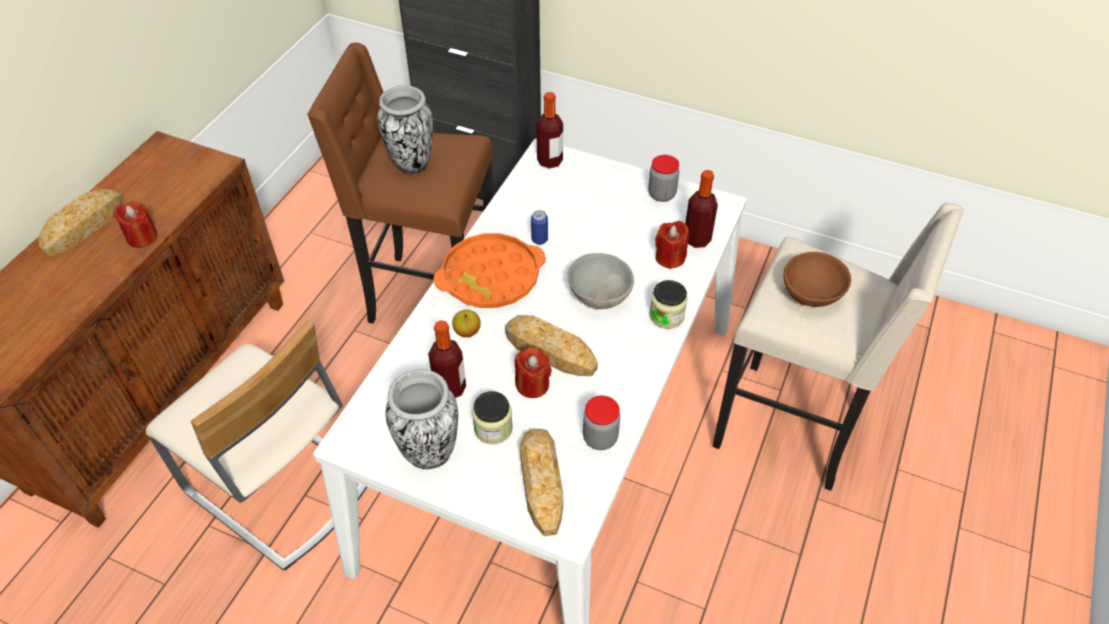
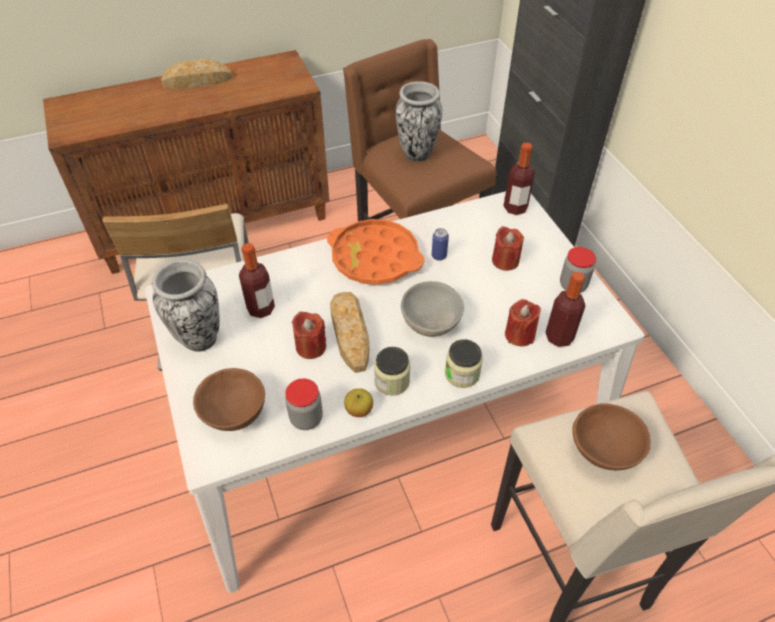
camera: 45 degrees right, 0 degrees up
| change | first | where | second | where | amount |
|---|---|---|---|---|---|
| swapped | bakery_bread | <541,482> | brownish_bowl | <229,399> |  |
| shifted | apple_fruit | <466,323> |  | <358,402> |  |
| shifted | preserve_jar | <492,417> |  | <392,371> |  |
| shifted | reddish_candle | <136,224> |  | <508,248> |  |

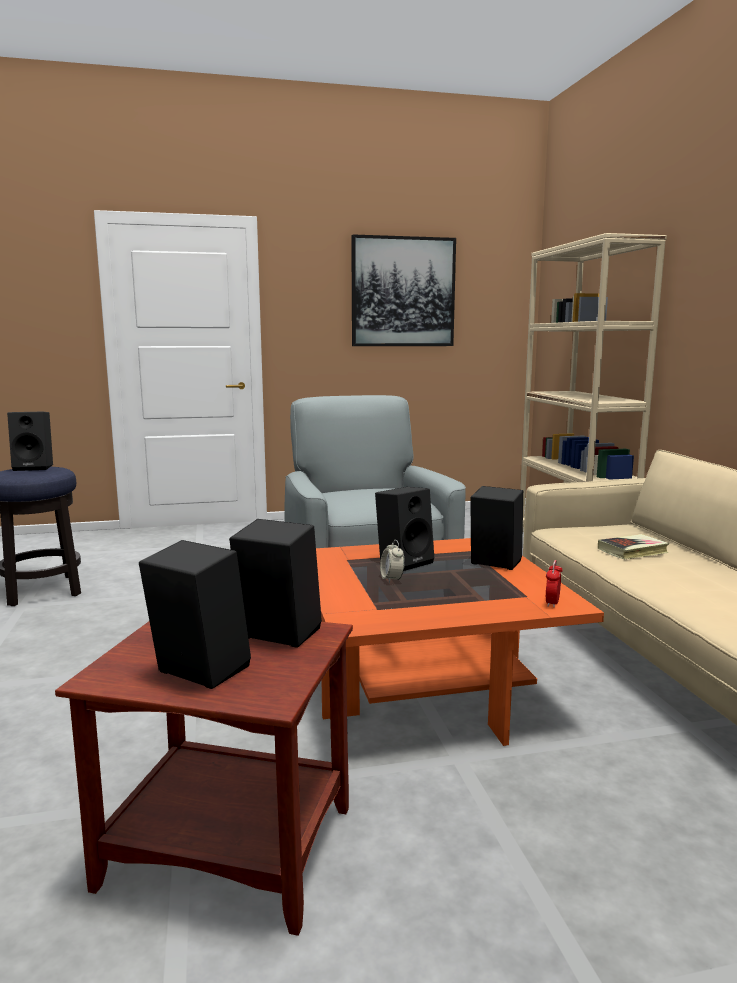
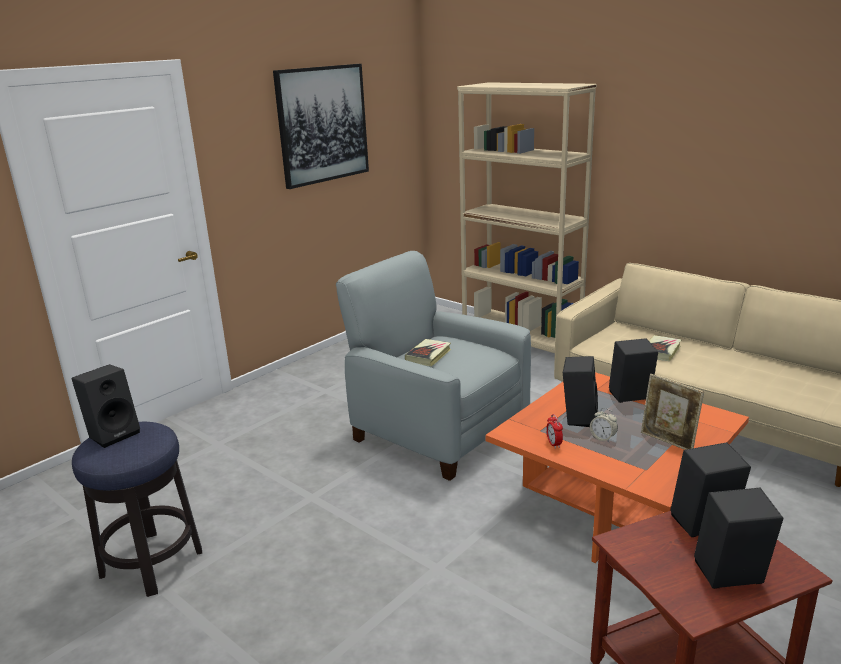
camera: 35 degrees left, 10 degrees up
| change | first | where | second | where | amount |
|---|---|---|---|---|---|
| new |  |  | bound_book | <428,353> |  |
| shifted | alarm_clock | <554,584> |  | <554,431> |  |
| new |  |  | picture_frame | <672,412> |  |

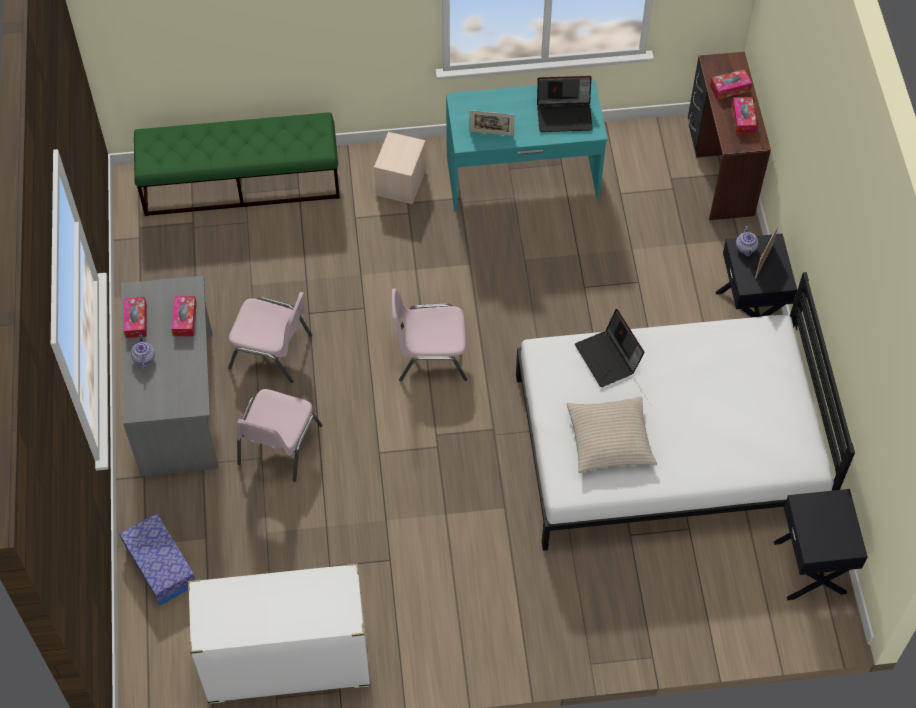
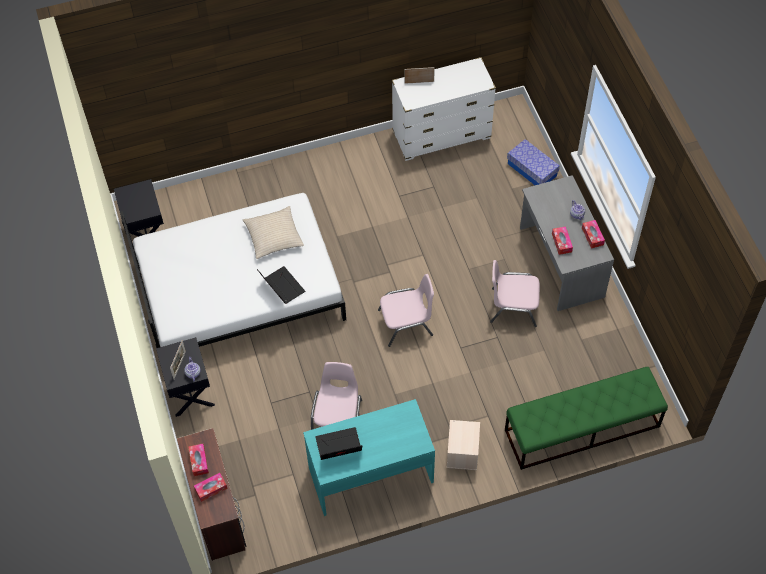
camera: 170 degrees right, 0 degrees up
| change | first | where | second | where | amount |
|---|---|---|---|---|---|
| shifted | pink_chair | <280,435> |  | <336,396> |  |
| shifted | picture_frame | <492,123> |  | <419,75> |  |

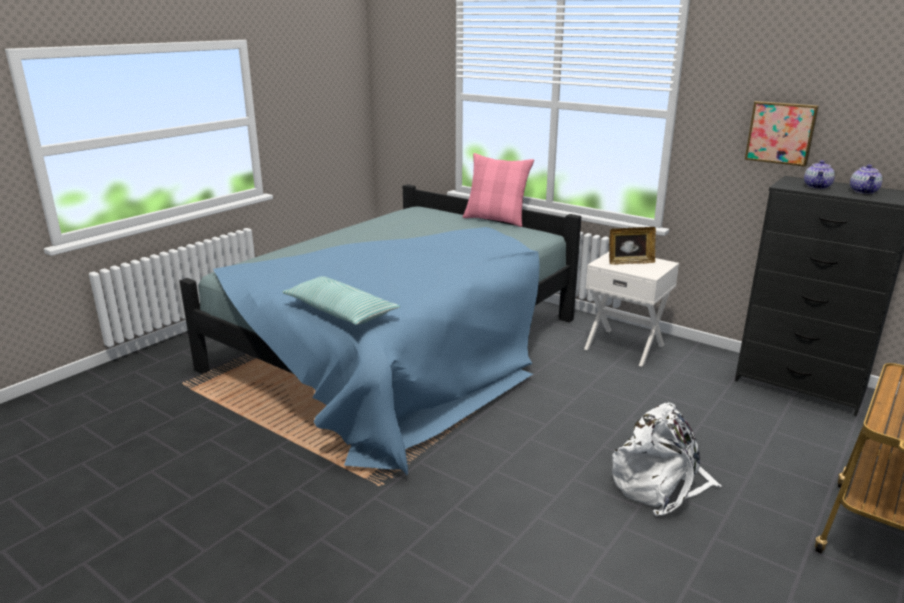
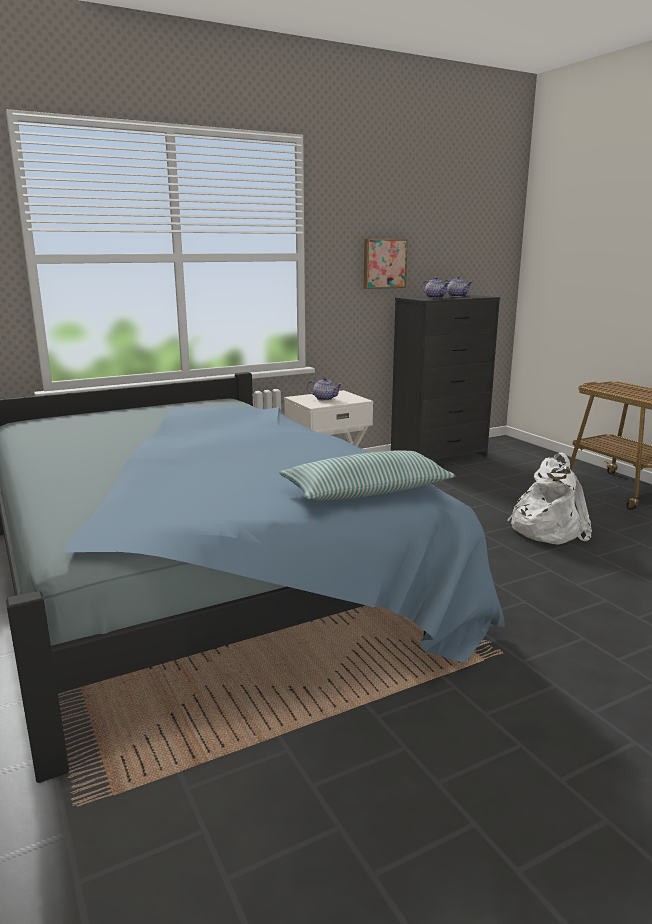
camera: 65 degrees left, 5 degrees down
| change | first | where | second | where | amount |
|---|---|---|---|---|---|
| swapped | picture_frame | <632,246> | tea_pot | <324,389> |  |
| gone | pink_throw_pillow | <498,190> |  |  |  |

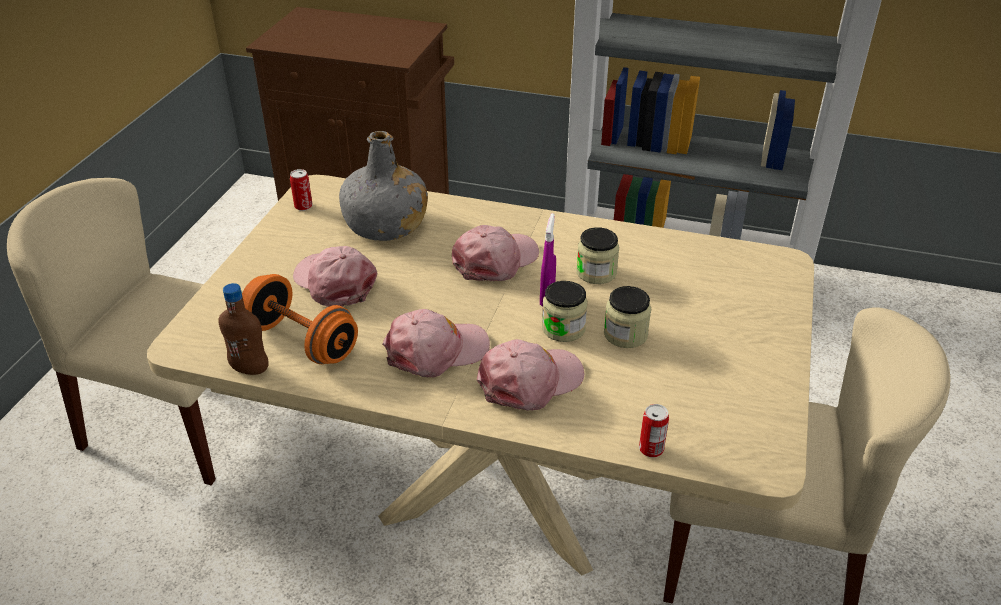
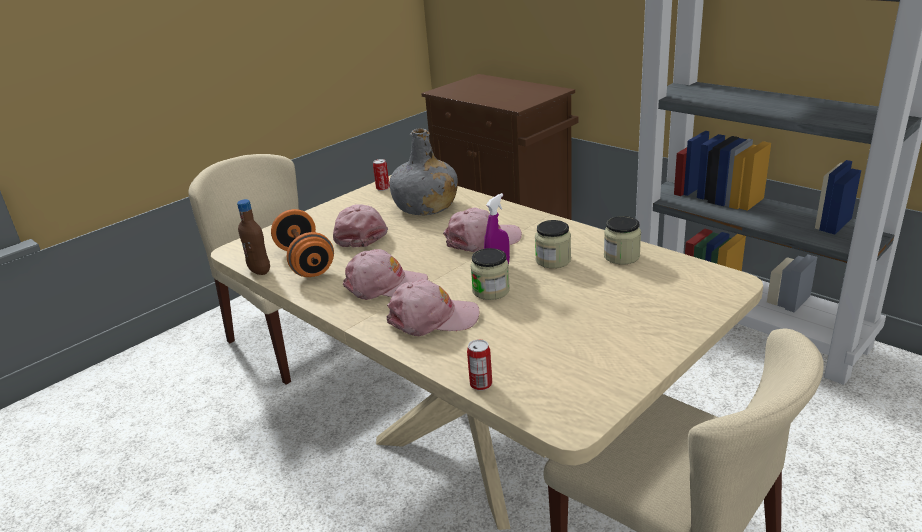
camera: 30 degrees right, 10 degrees down
| change | first | where | second | where | amount |
|---|---|---|---|---|---|
| shifted | preserve_jar | <627,317> |  | <622,240> |  |

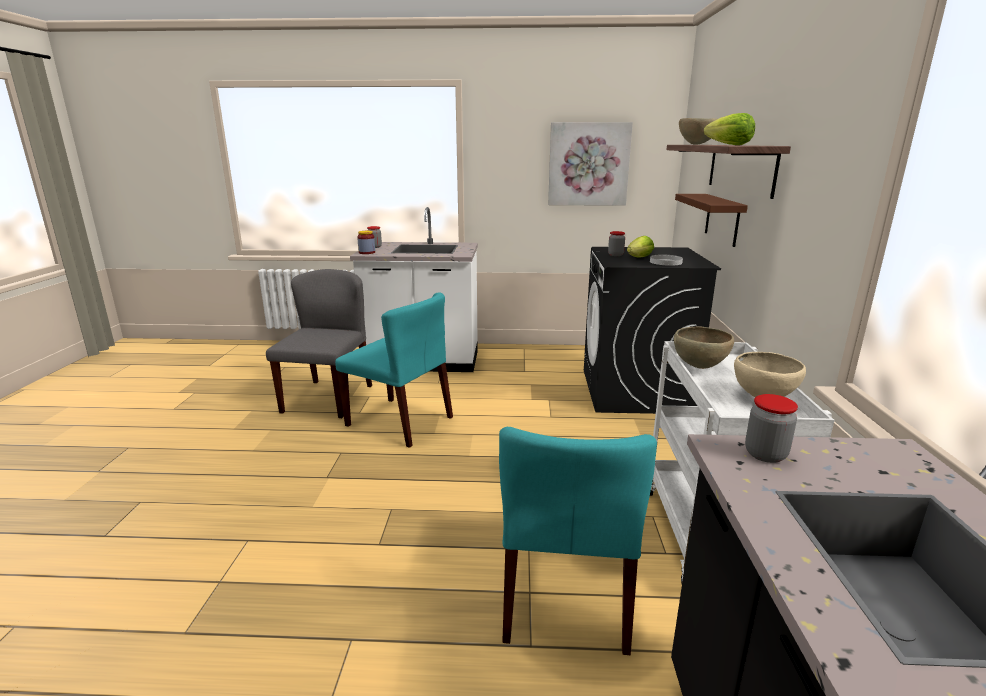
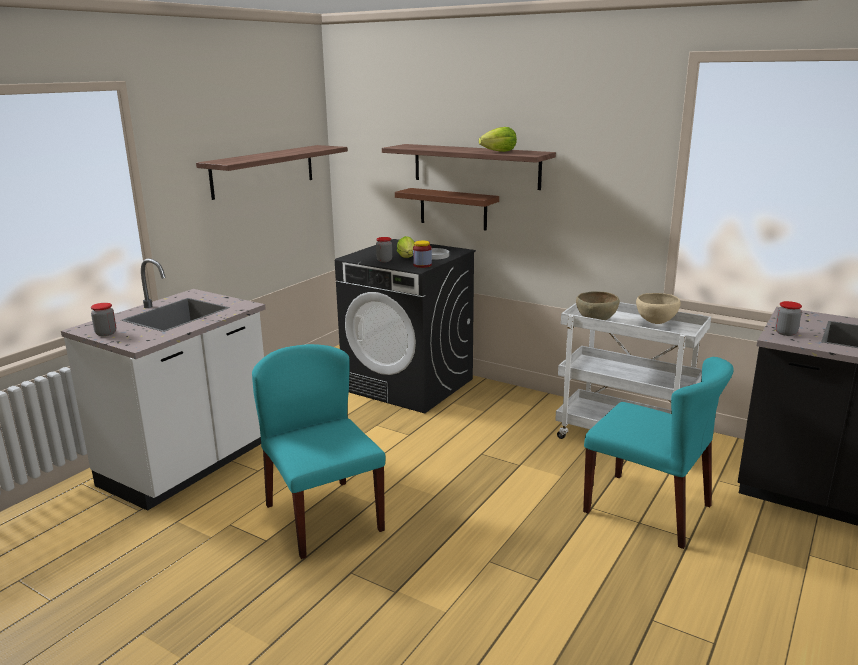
camera: 60 degrees left, 0 degrees up
| change | first | where | second | where | amount |
|---|---|---|---|---|---|
| swapped | wall_picture | <590,164> | bracket_shelf | <272,172> |  |
| rotated | turquoise_chair | <394,370> |  | <319,451> | 90 degrees counterclockwise |
| shifted | preserve_jar | <366,242> |  | <422,254> |  |
| gone | grey_chair | <319,343> |  |  |  |
| gone | brownish_bowl | <698,131> |  |  |  |

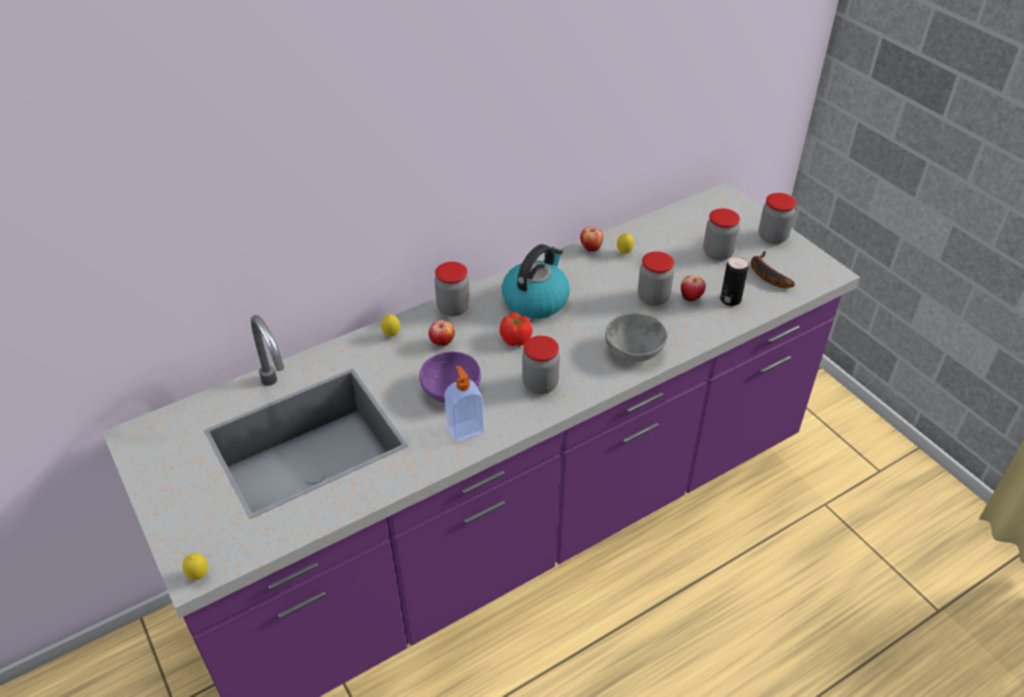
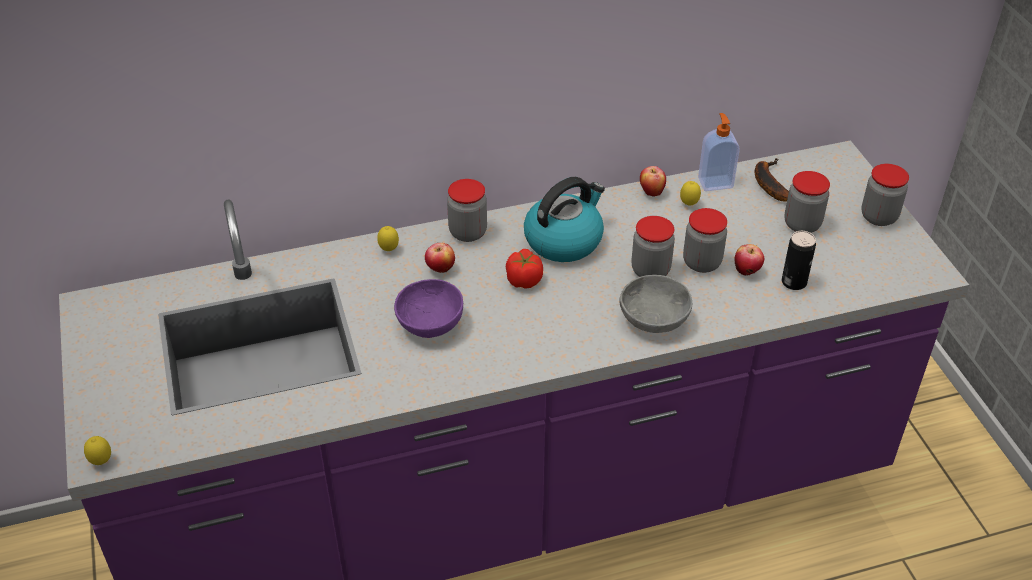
camera: 15 degrees right, 0 degrees up
| change | first | where | second | where | amount |
|---|---|---|---|---|---|
| shifted | preserve_jar | <541,365> |  | <653,246> |  |
| shifted | soap_bottle | <464,404> |  | <719,152> |  |
| shifted | whole_banana | <772,269> |  | <772,180> |  |

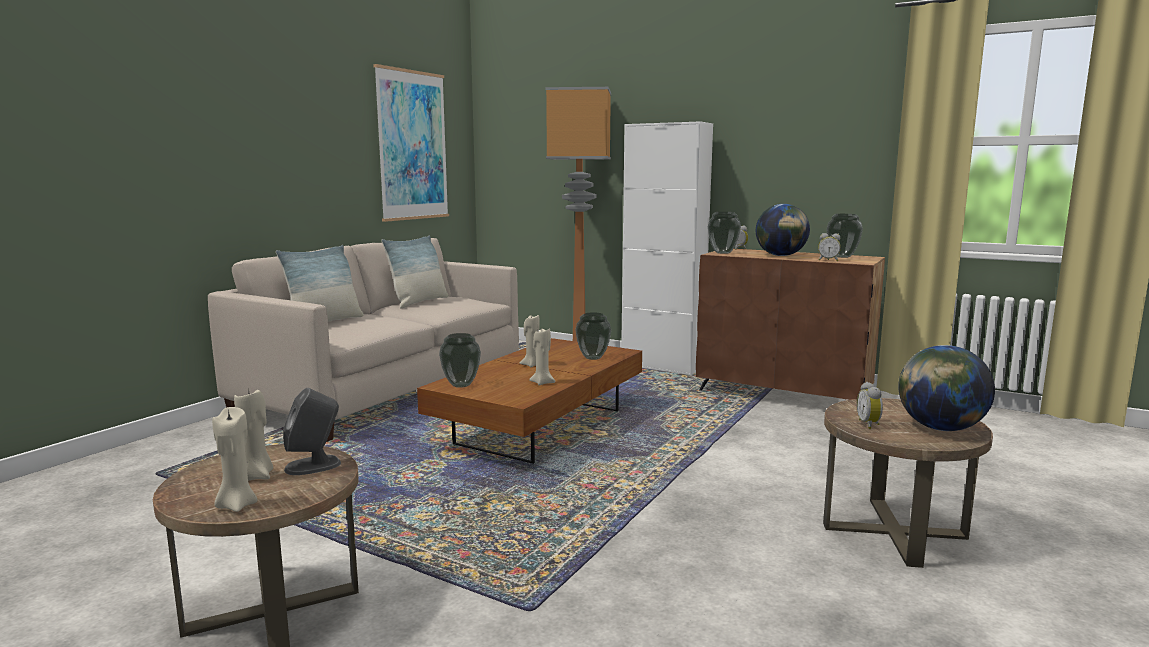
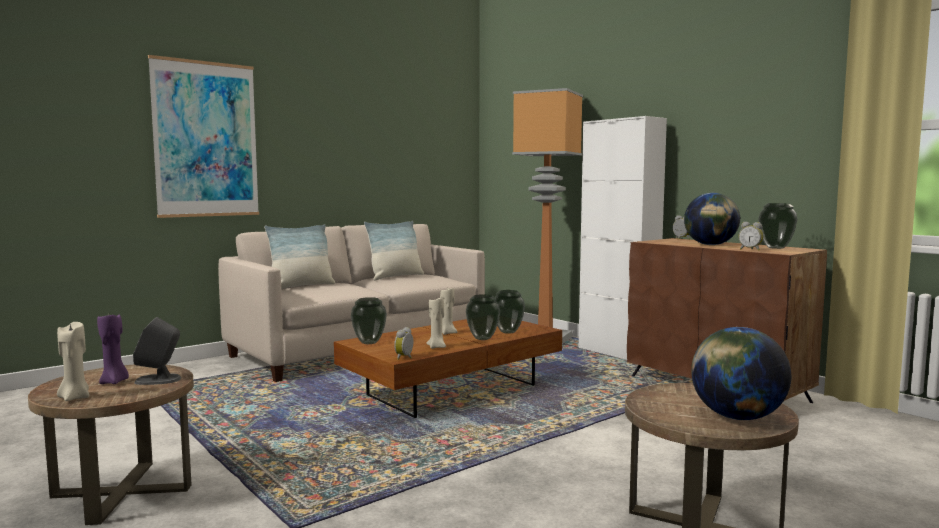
camera: 20 degrees right, 5 degrees down
| change | first | where | second | where | amount |
|---|---|---|---|---|---|
| repainted | beige_candle | <253,434> | purplish_candle | <113,349> |  |
| shifted | wall_picture | <411,143> |  | <203,136> |  |
| shifted | alarm_clock | <870,405> |  | <403,343> |  |
| shifted | decorative_vase | <724,233> |  | <483,317> |  |

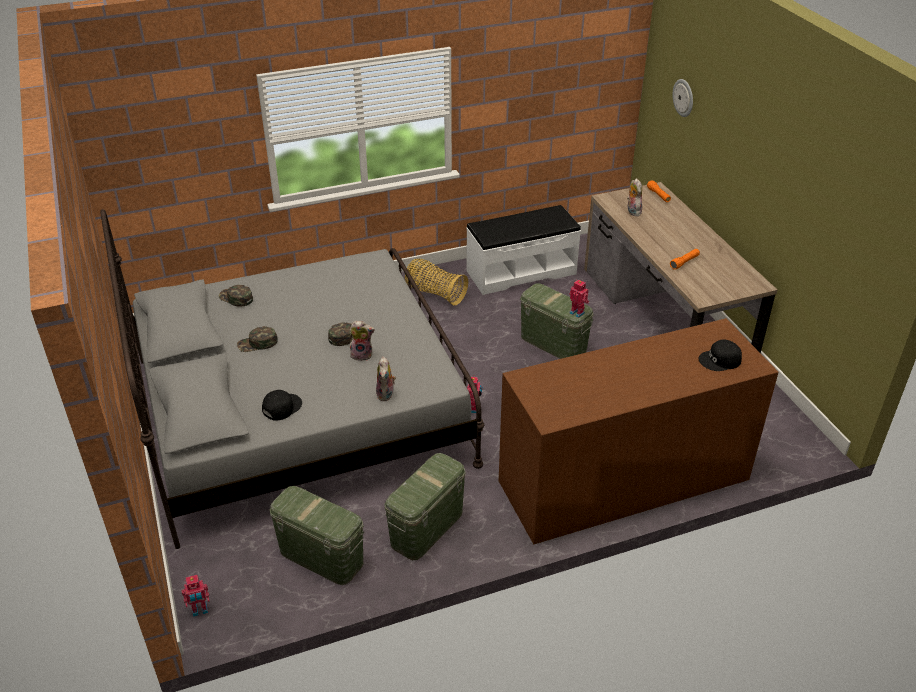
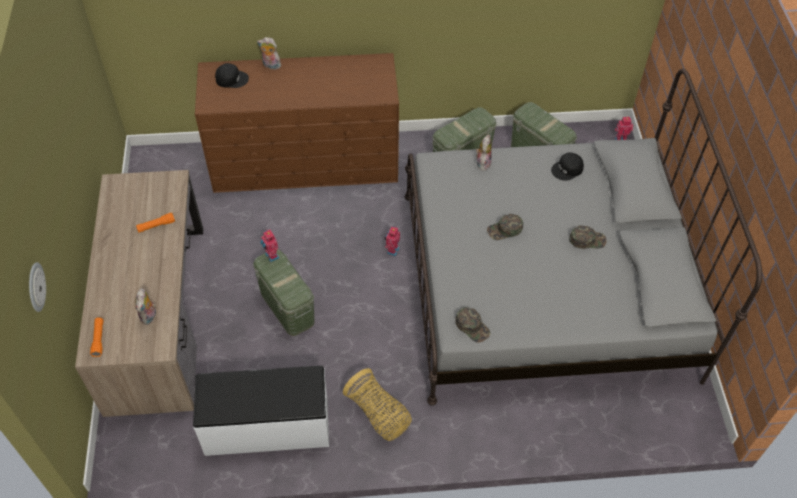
camera: 165 degrees left, 15 degrees up
| change | first | where | second | where | amount |
|---|---|---|---|---|---|
| shifted | cuddly_toy | <362,341> |  | <269,53> |  |
| shifted | greenish_peaked_cap | <236,296> |  | <473,325> |  |

